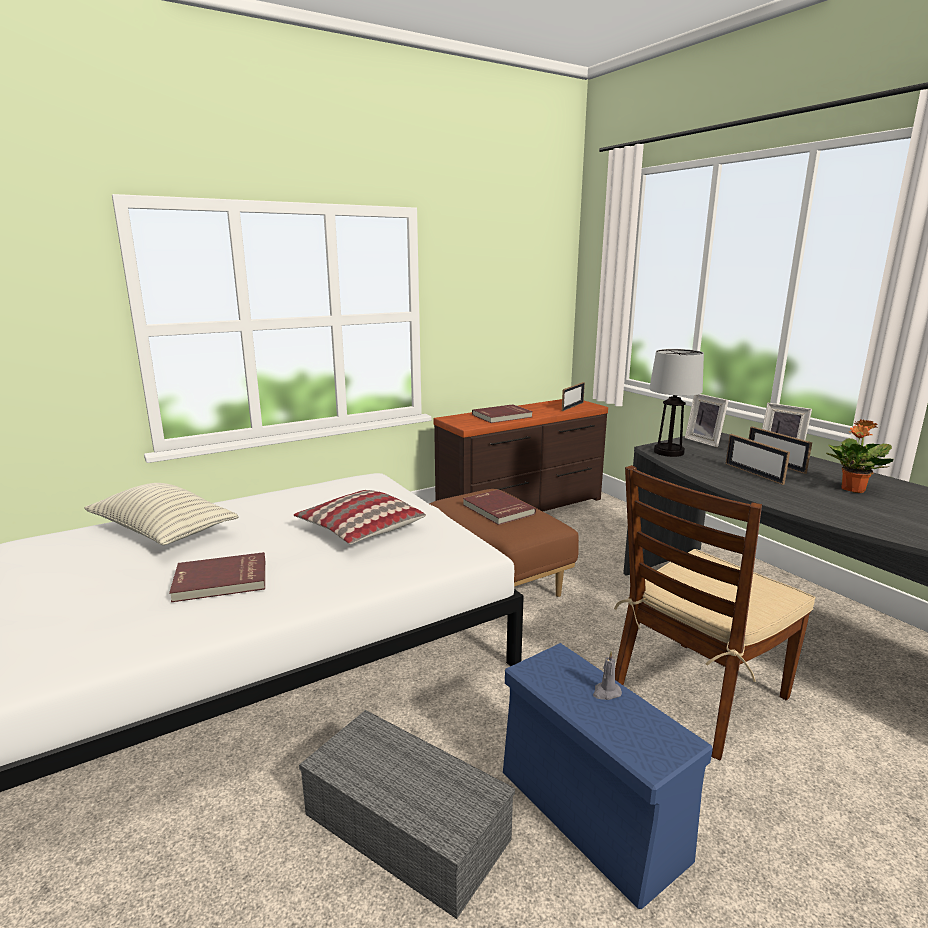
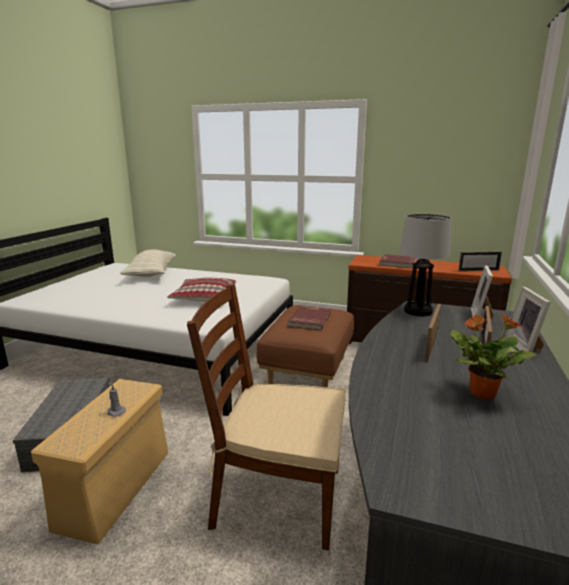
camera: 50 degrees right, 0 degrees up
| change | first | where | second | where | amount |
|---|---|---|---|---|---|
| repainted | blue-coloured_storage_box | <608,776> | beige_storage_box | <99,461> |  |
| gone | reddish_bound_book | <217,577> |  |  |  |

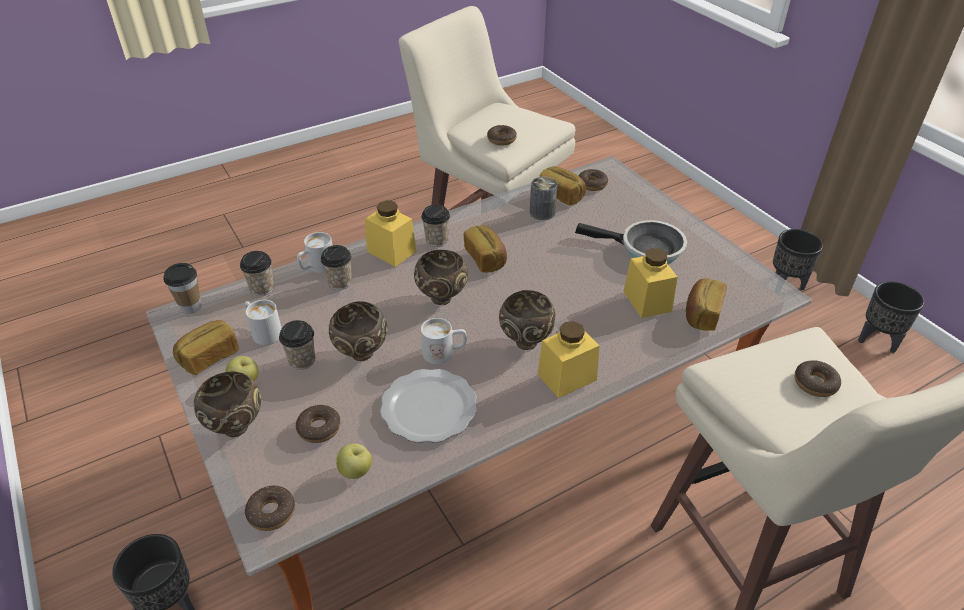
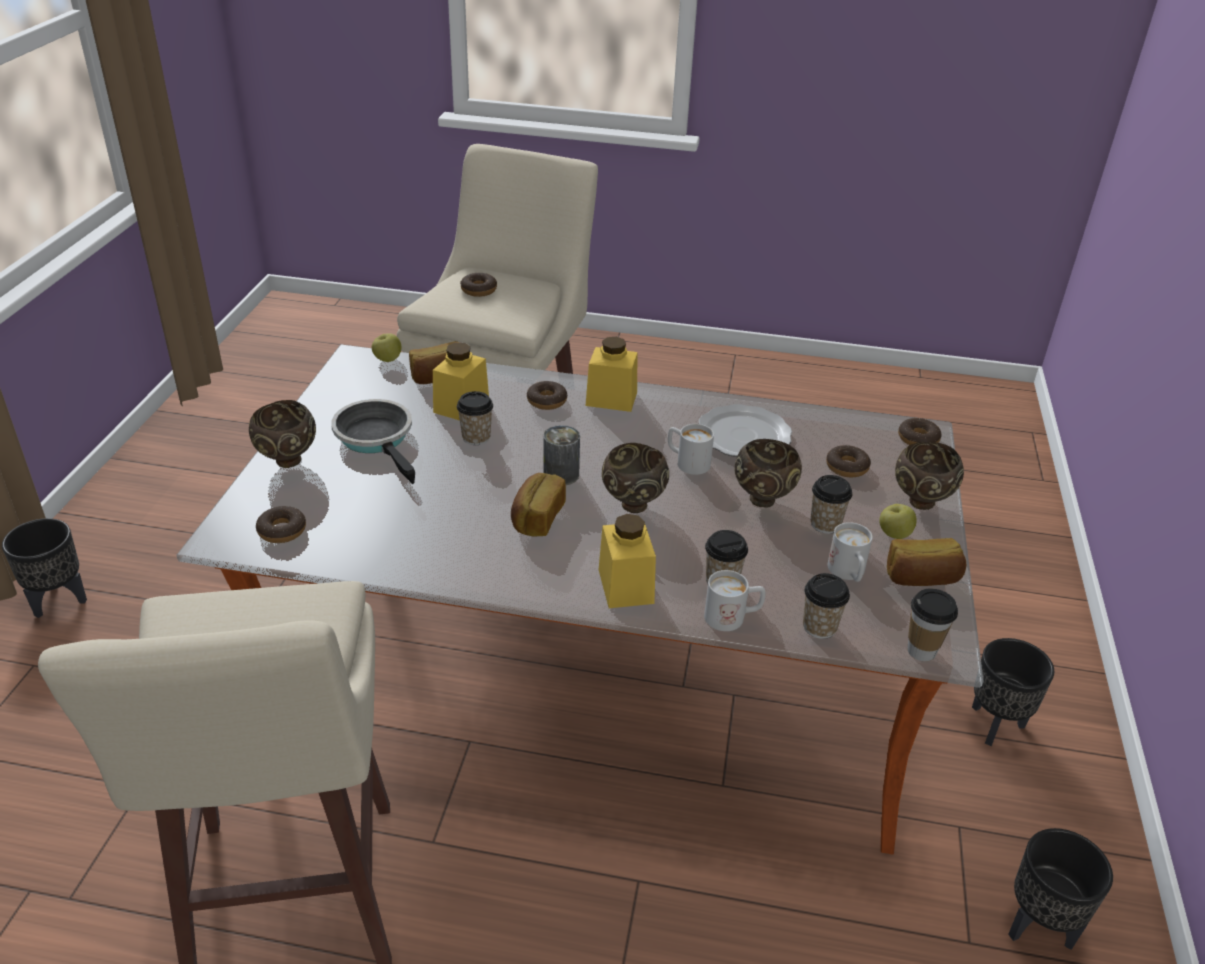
camera: 140 degrees left, 5 degrees down
| change | first | where | second | where | amount |
|---|---|---|---|---|---|
| shifted | brownish_bowl | <527,320> |  | <282,434> |  |
| shifted | apple_fruit | <354,461> |  | <386,347> |  |
| shifted | small_cup | <435,225> |  | <475,418> |  |
| shifted | doughnut | <502,135> |  | <547,395> |  |
| shifted | can | <544,198> |  | <561,455> |  |
| shifted | black_plant_pot | <891,317> |  | <1060,889> |  |
| gone | bakery_bread | <562,186> |  |  |  |

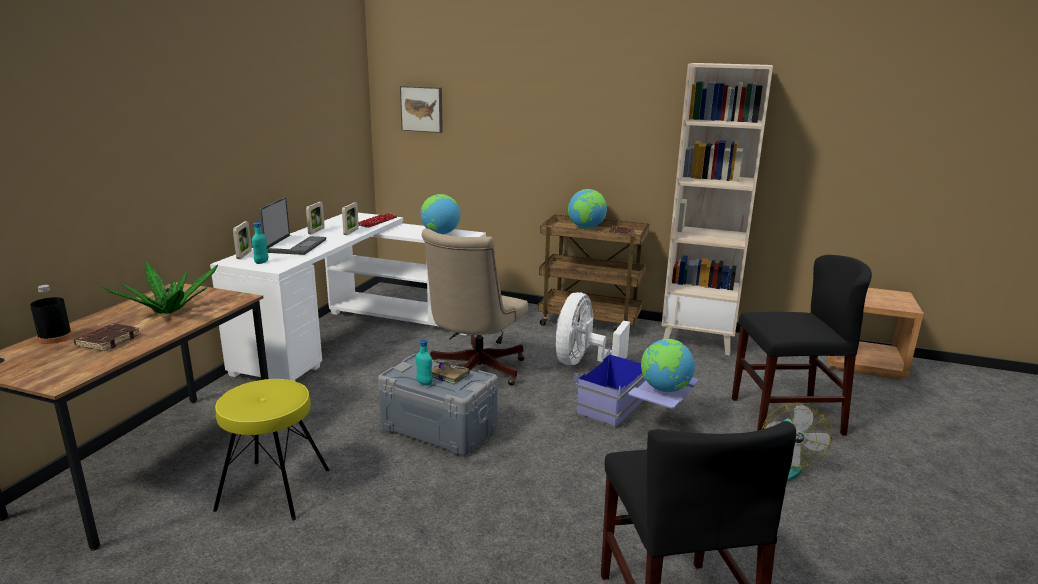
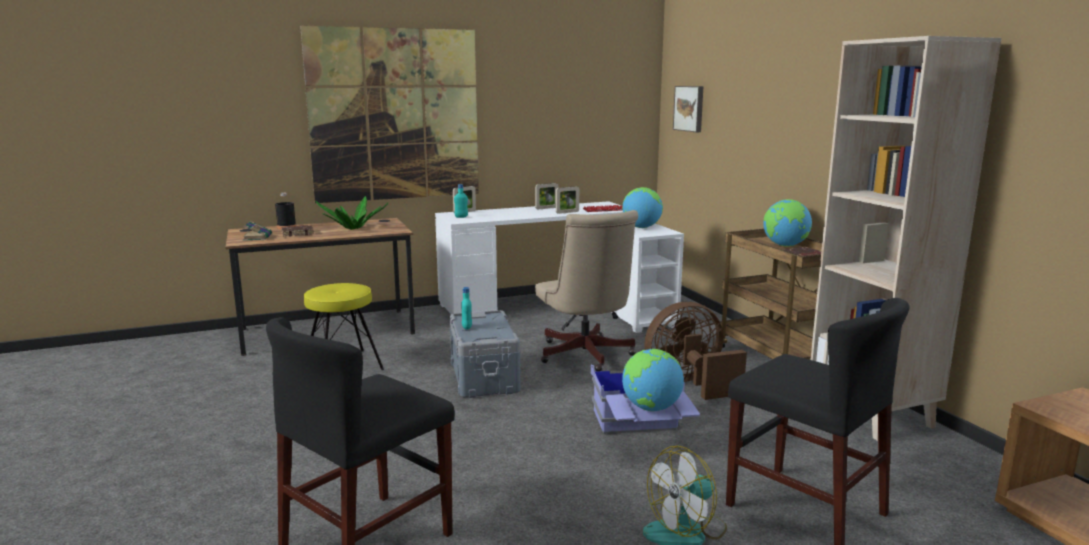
camera: 50 degrees right, 5 degrees down
| change | first | where | second | where | amount |
|---|---|---|---|---|---|
| shifted | bound_book | <451,372> |  | <257,231> |  |
| new |  |  | wall_picture | <389,114> |  |
| rotated | beige_desk_chair | <475,307> |  | <586,290> | 90 degrees counterclockwise |
| repainted | white_electric_fan | <593,328> | brownish_electric_fan | <695,351> |  |
| gone | notebook_computer | <292,226> |  |  |  |

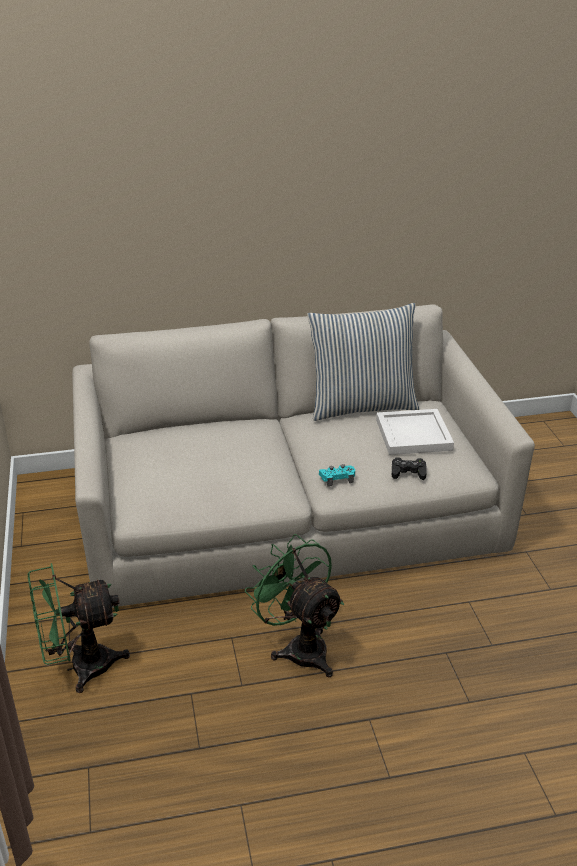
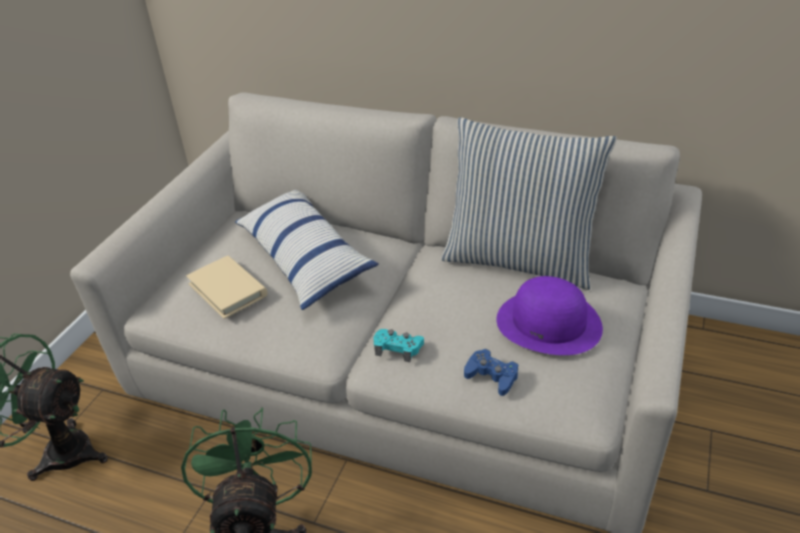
camera: 35 degrees right, 5 degrees up
| change | first | where | second | where | amount |
|---|---|---|---|---|---|
| new |  |  | beige_bound_book | <226,287> |  |
| new |  |  | throw_pillow | <307,250> |  |
| repainted | black_game_controller | <409,468> | blue-coloured_game_controller | <491,372> |  |
| swapped | white_tray | <415,432> | purplish_clothing_hat | <549,315> |  |

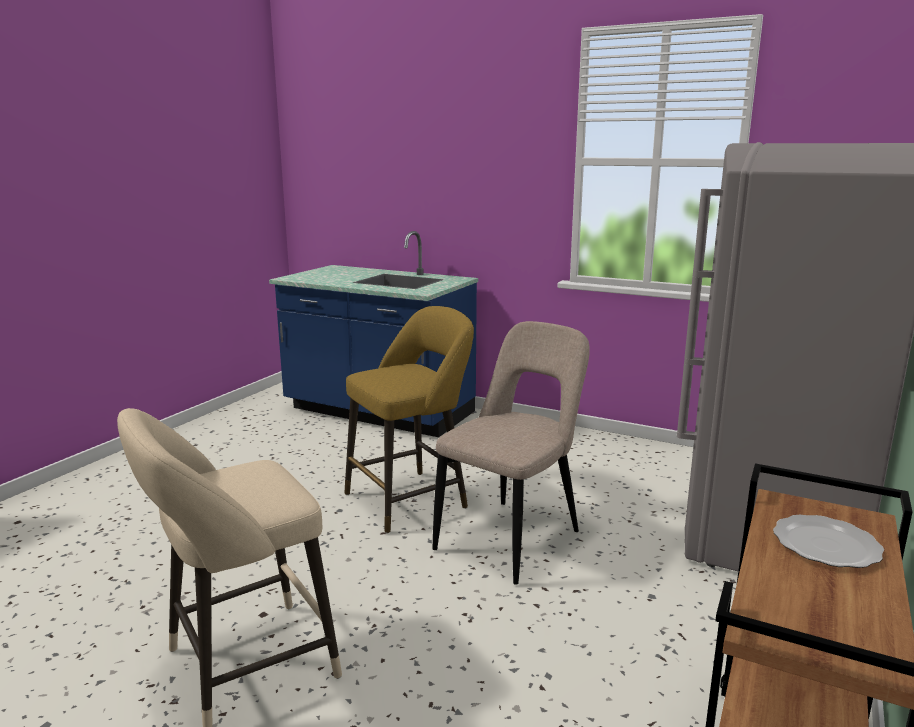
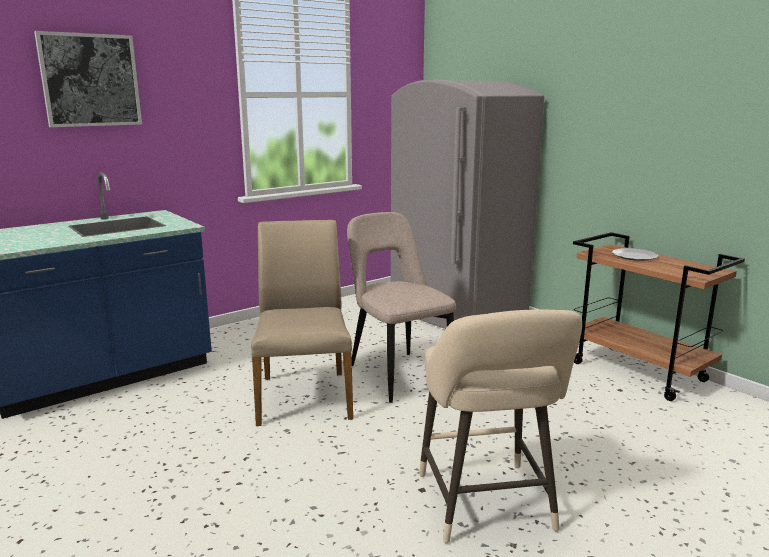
camera: 65 degrees left, 0 degrees up
| change | first | where | second | where | amount |
|---|---|---|---|---|---|
| new |  |  | wall_picture | <88,79> |  |
| swapped | yellow_stool | <409,420> | beige_chair | <302,323> |  |

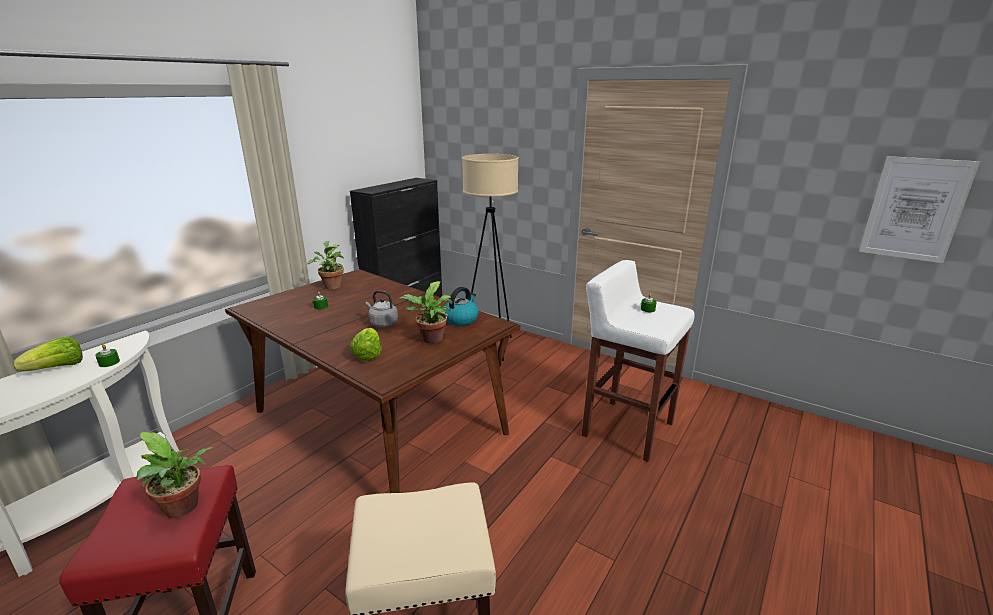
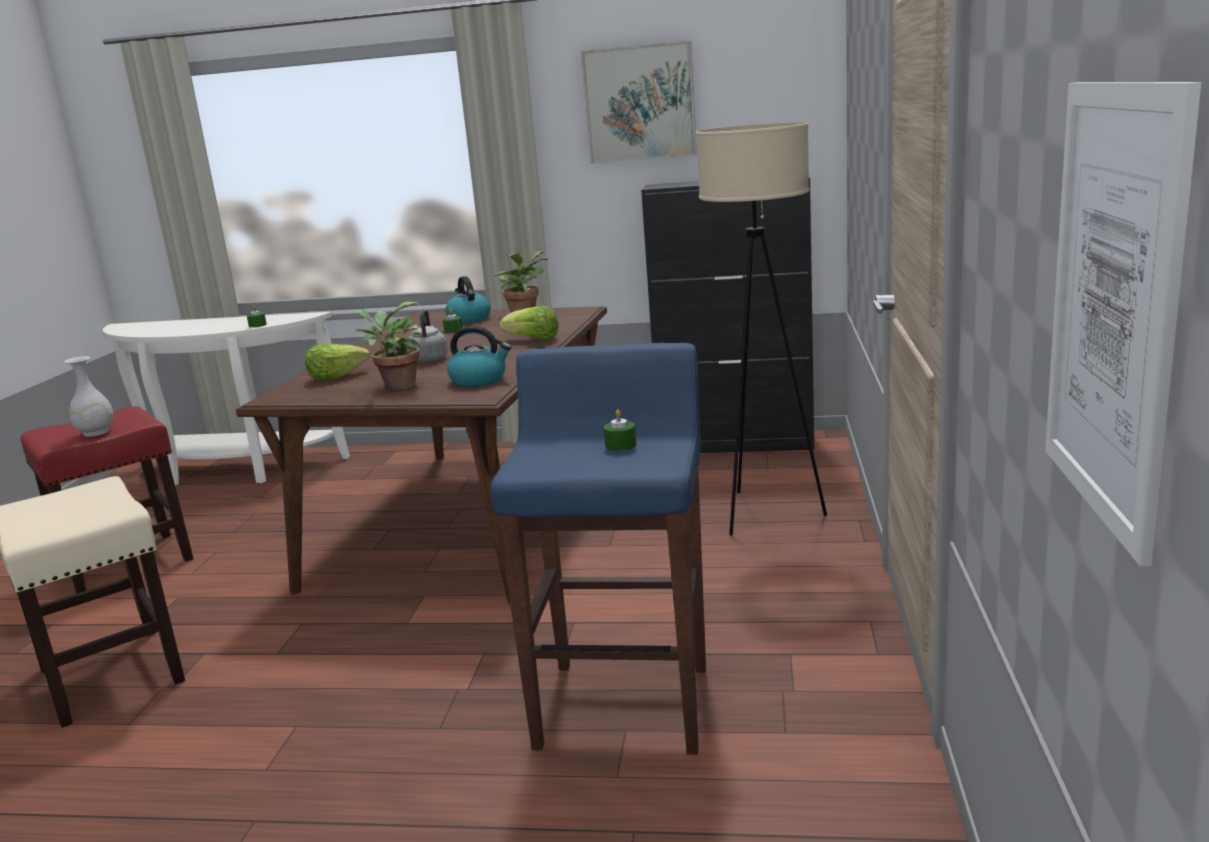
camera: 65 degrees right, 5 degrees down
| change | first | where | second | where | amount |
|---|---|---|---|---|---|
| swapped | houseplant | <175,475> | white_decorative_vase | <89,396> |  |
| new |  |  | kettle | <468,299> |  |
| repainted | white_stool | <638,361> | blue-coloured_stool | <598,549> |  |
| shifted | lettuce | <48,354> |  | <529,323> |  |
| new |  |  | wall_picture | <639,102> |  |

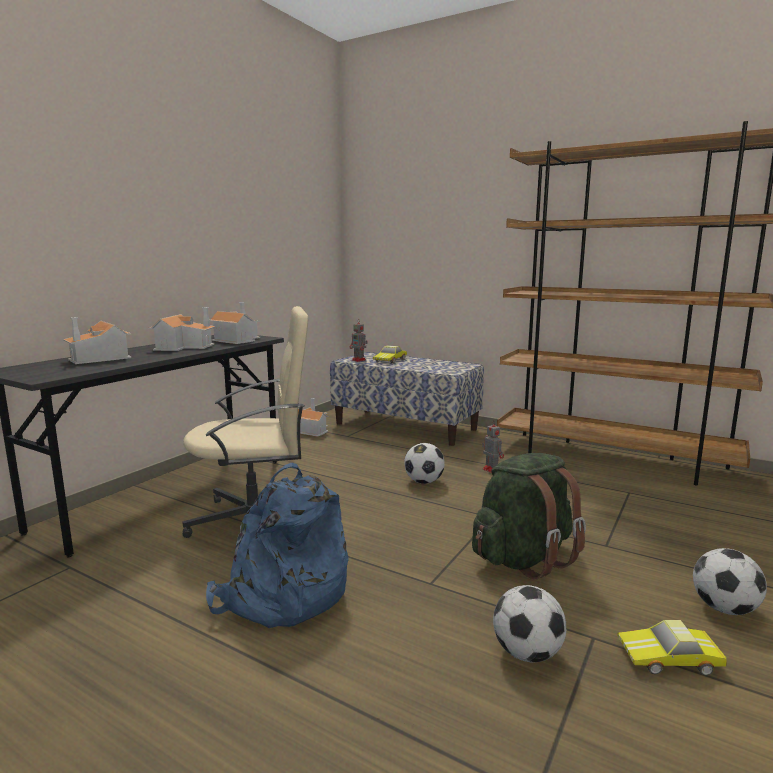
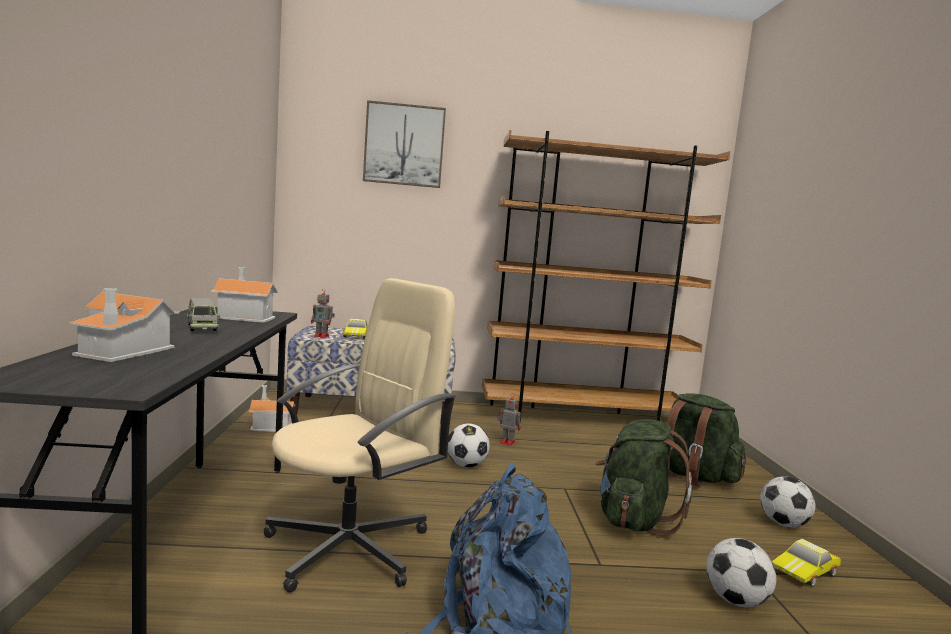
camera: 35 degrees left, 5 degrees down
| change | first | where | second | where | amount |
|---|---|---|---|---|---|
| swapped | miniature_house | <182,329> | grey_toy_car | <203,314> |  |
| new |  |  | wall_picture | <404,144> |  |
| new |  |  | greenish_knapsack | <705,440> |  |

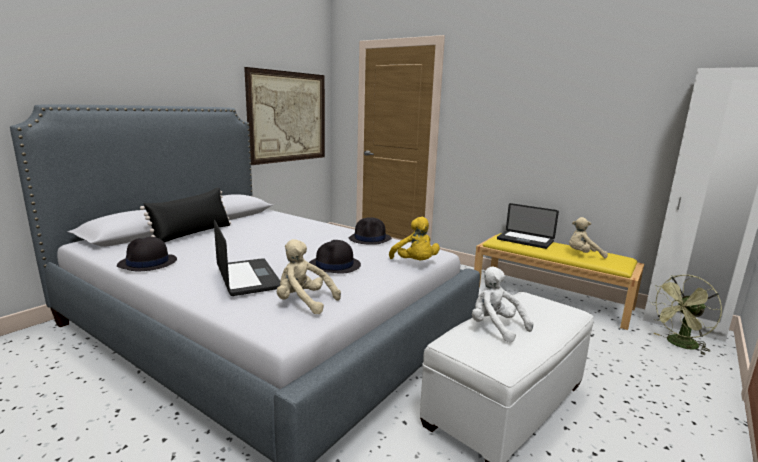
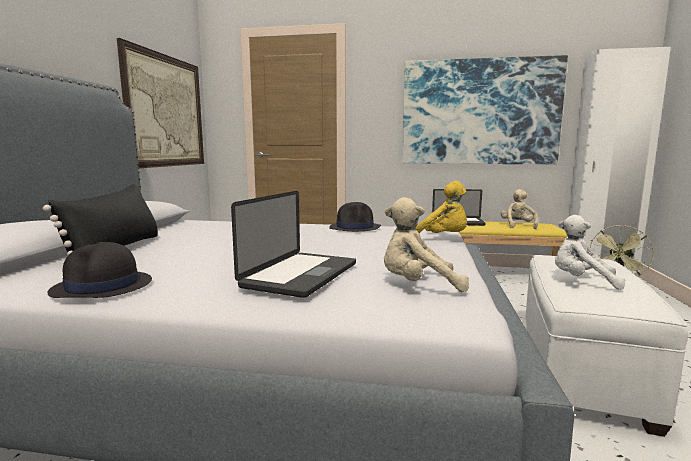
camera: 25 degrees left, 5 degrees down
| change | first | where | second | where | amount |
|---|---|---|---|---|---|
| rotated | notebook_computer | <247,258> |  | <293,244> | 75 degrees clockwise |
| new |  |  | wall_picture | <485,109> |  |
| rotated | beige_cuddly_toy | <588,237> |  | <520,209> | 120 degrees clockwise |
| gone | black_clothing_hat | <335,257> |  |  |  |

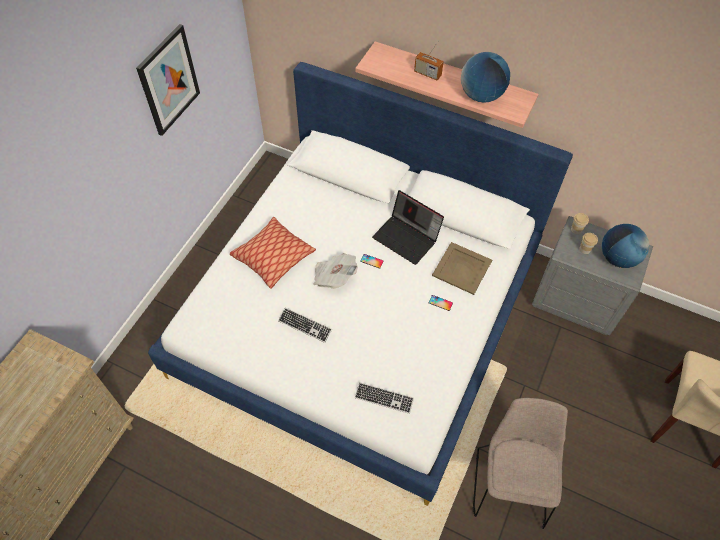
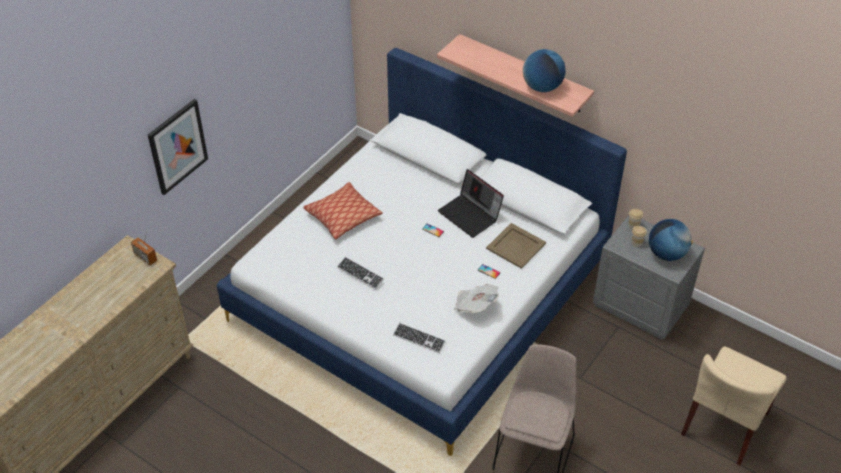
camera: 10 degrees right, 10 degrees down
| change | first | where | second | where | amount |
|---|---|---|---|---|---|
| shifted | radio | <429,60> |  | <144,248> |  |
| shifted | wall_picture | <168,80> |  | <178,147> |  |
| shifted | daily_paper | <336,271> |  | <476,298> |  |

